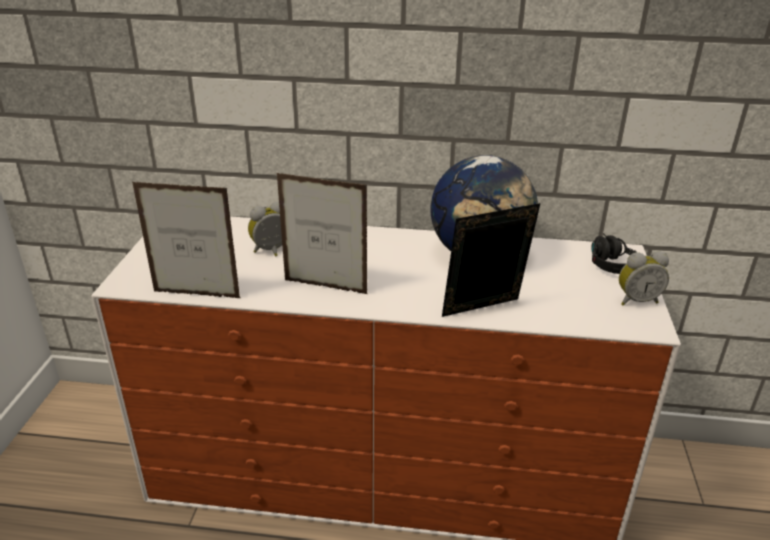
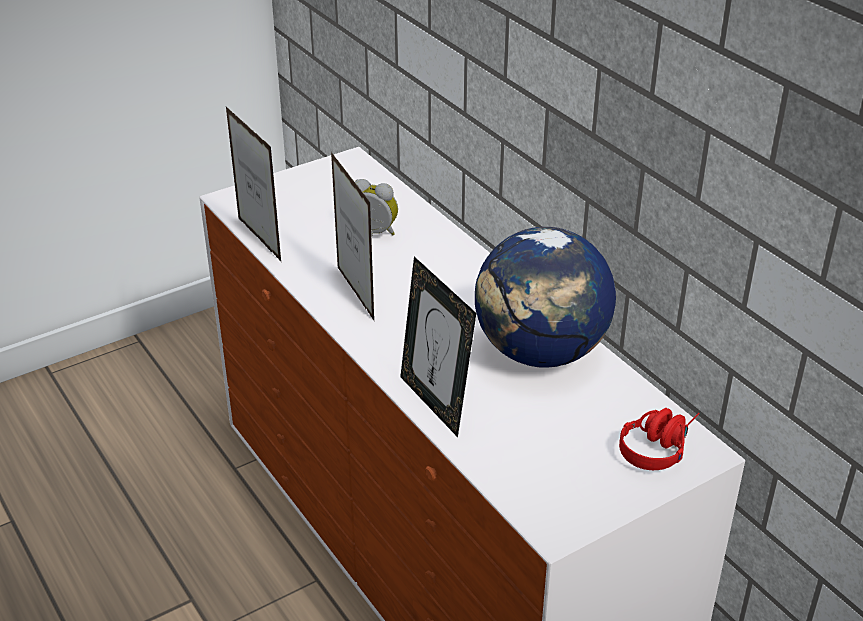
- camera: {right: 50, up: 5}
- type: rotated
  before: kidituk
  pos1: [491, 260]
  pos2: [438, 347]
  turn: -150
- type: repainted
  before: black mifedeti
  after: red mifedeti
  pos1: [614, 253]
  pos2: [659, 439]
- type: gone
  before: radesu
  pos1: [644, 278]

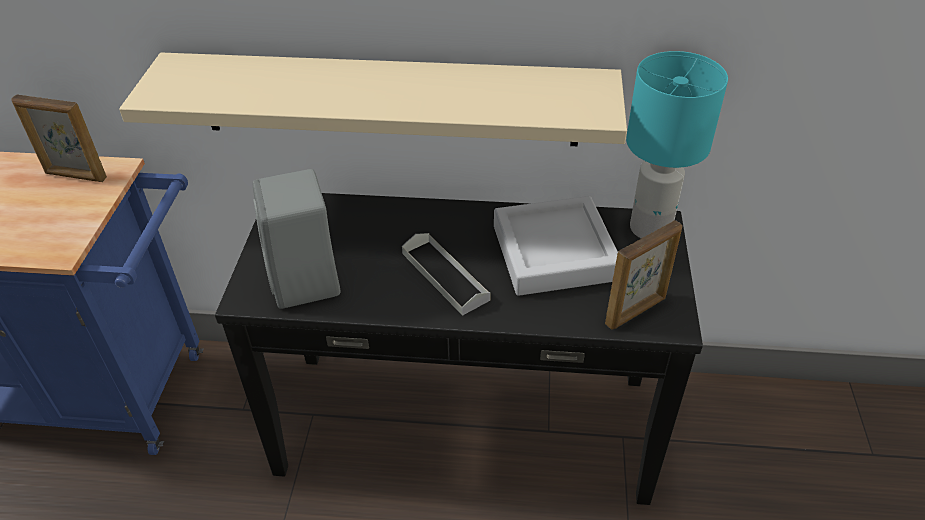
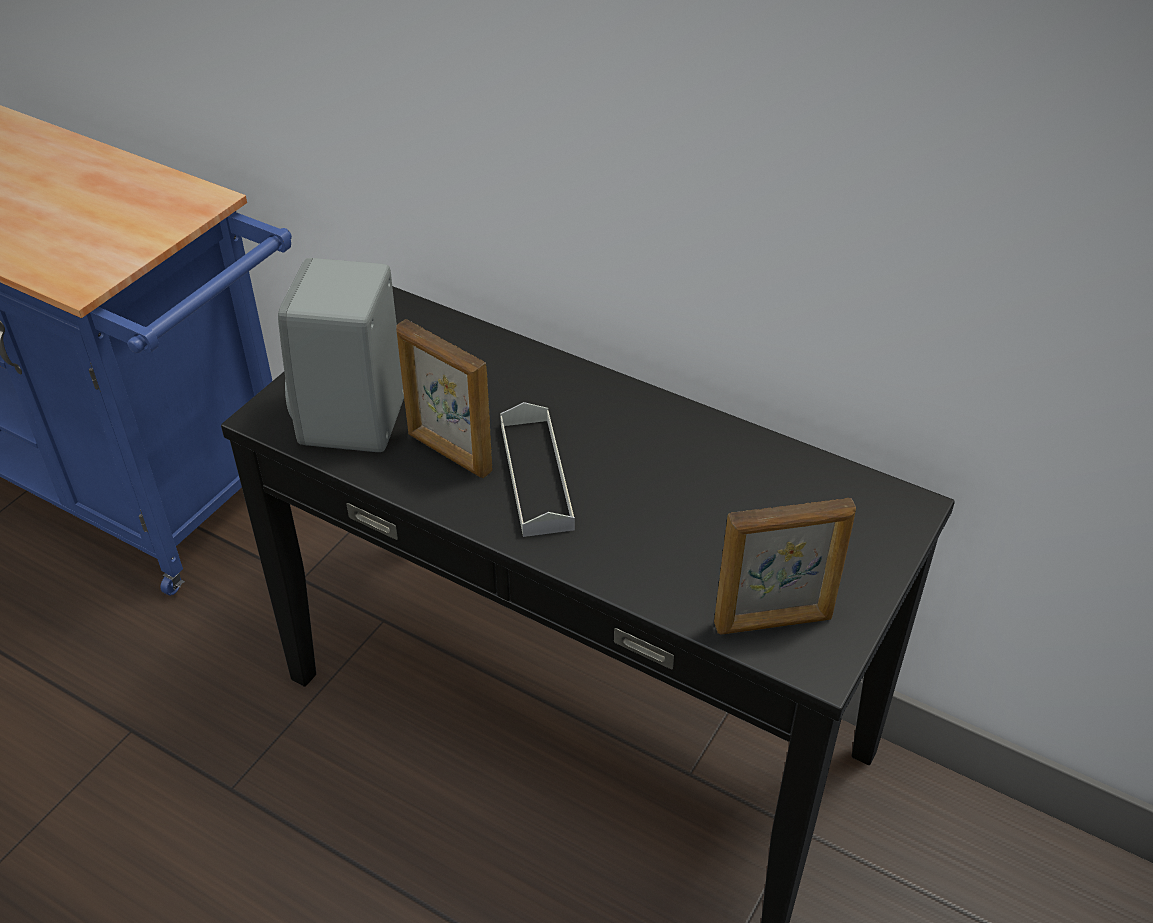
- camera: {right: 25, up: 0}
- type: shifted
  before: kidituk
  pos1: [59, 138]
  pos2: [444, 398]
- type: gone
  before: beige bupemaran
  pos1: [373, 99]
- type: gone
  before: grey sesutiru
  pos1: [556, 246]
- type: gone
  before: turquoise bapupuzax
  pos1: [677, 144]

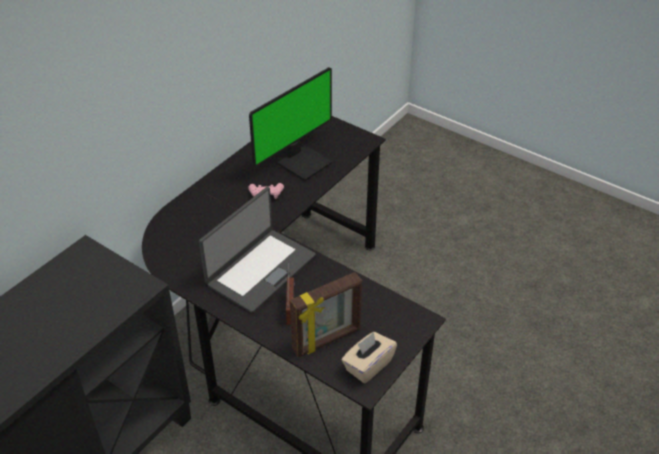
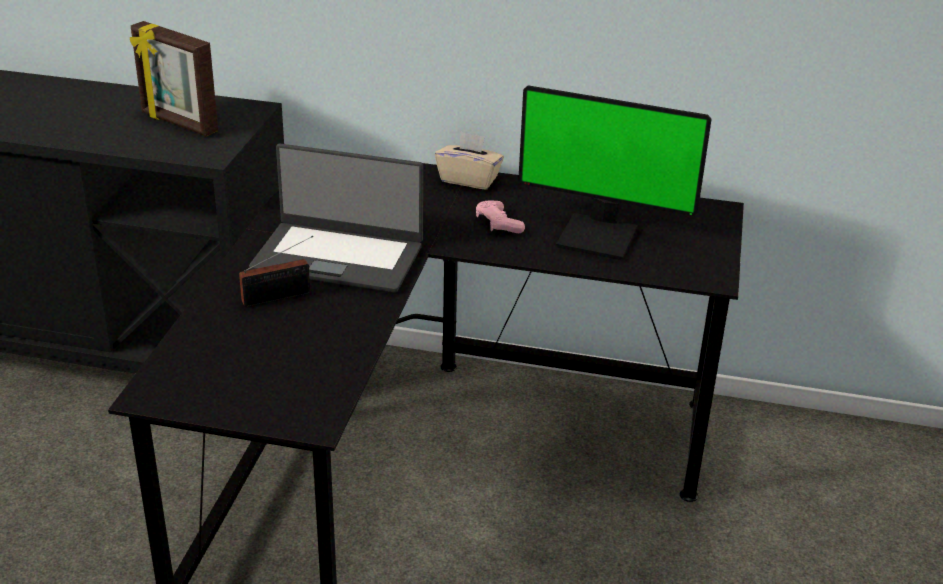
- camera: {right: 65, up: -10}
- type: shifted
  before: kidituk
  pos1: [326, 314]
  pos2: [174, 79]
- type: shifted
  before: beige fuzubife
  pos1: [369, 358]
  pos2: [469, 161]

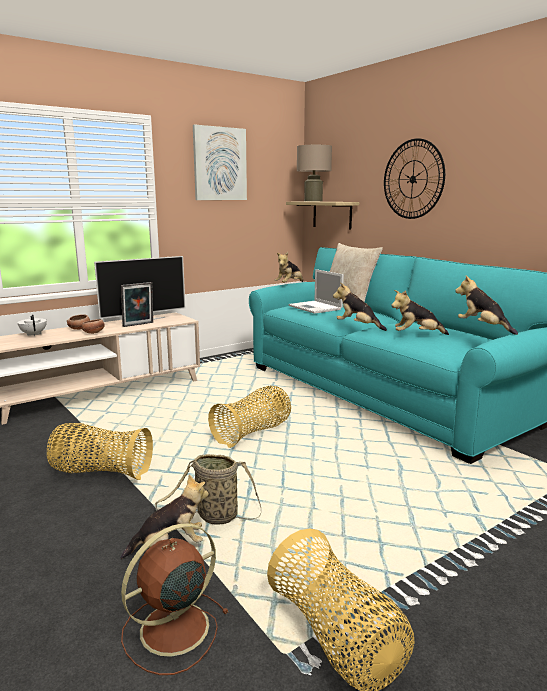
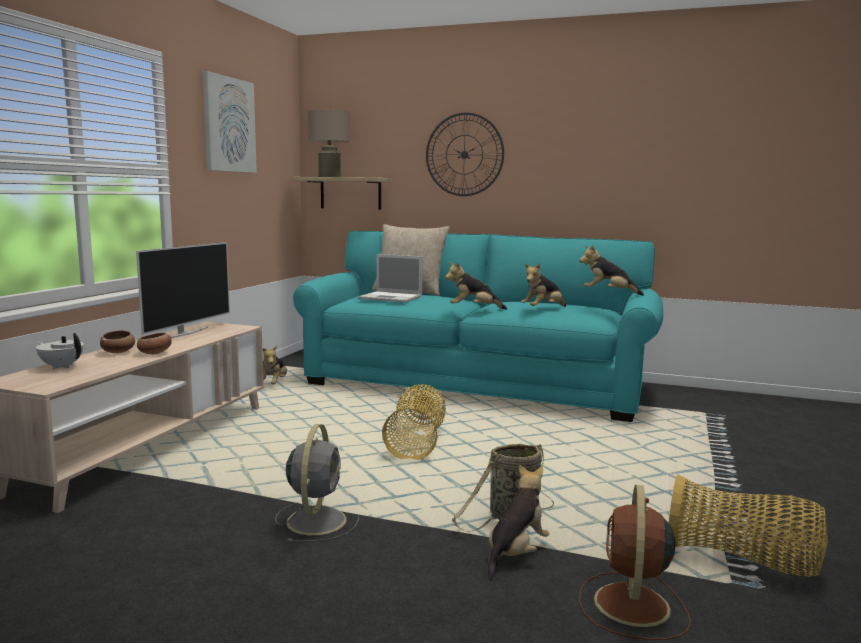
- camera: {right: -35, up: -5}
- type: swapped
  before: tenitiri
  after: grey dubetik
  pos1: [100, 451]
  pos2: [317, 483]
- type: gone
  before: kidituk
  pos1: [137, 304]
- type: shifted
  before: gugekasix
  pos1: [289, 267]
  pos2: [275, 364]

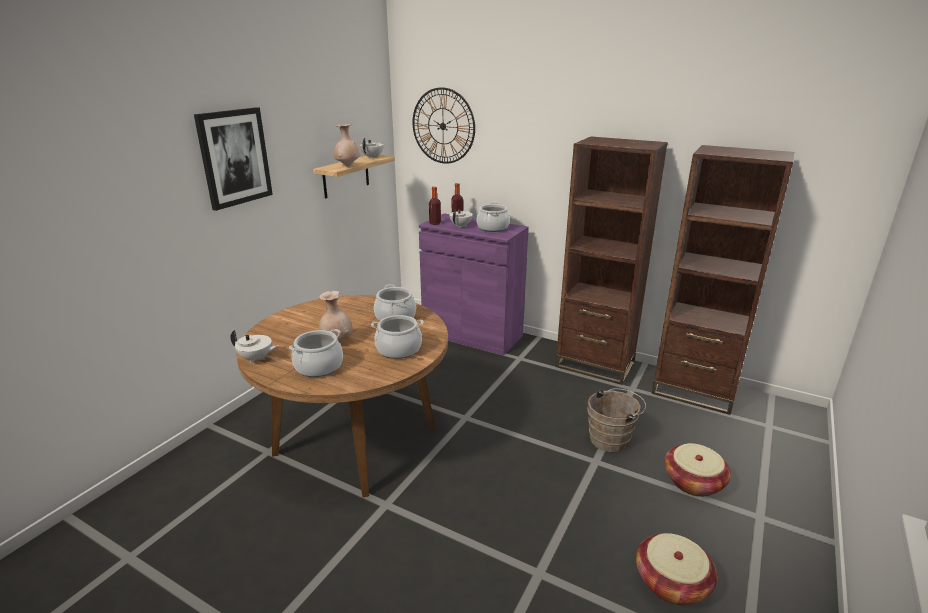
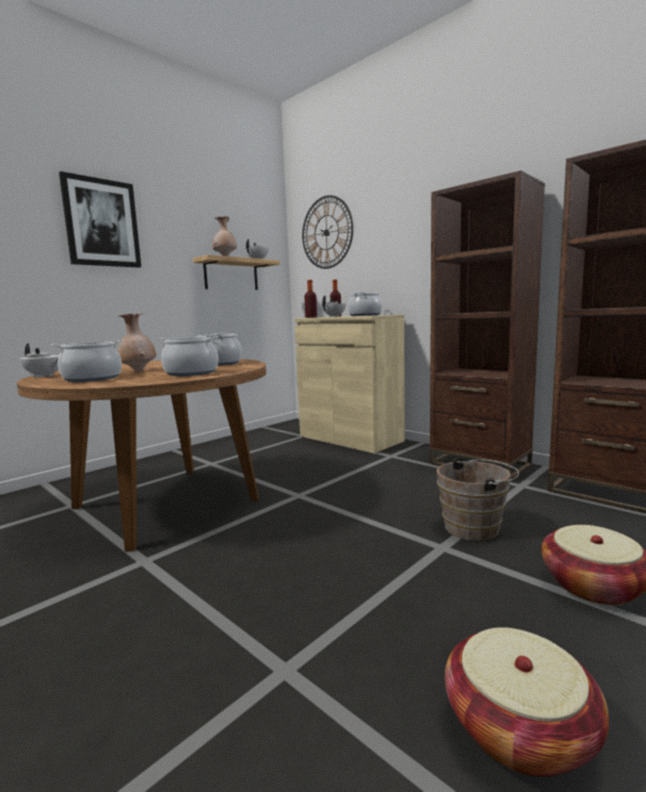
- camera: {right: 15, up: -15}
- type: repainted
  before: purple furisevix
  after: beige furisevix
  pos1: [474, 284]
  pos2: [350, 384]

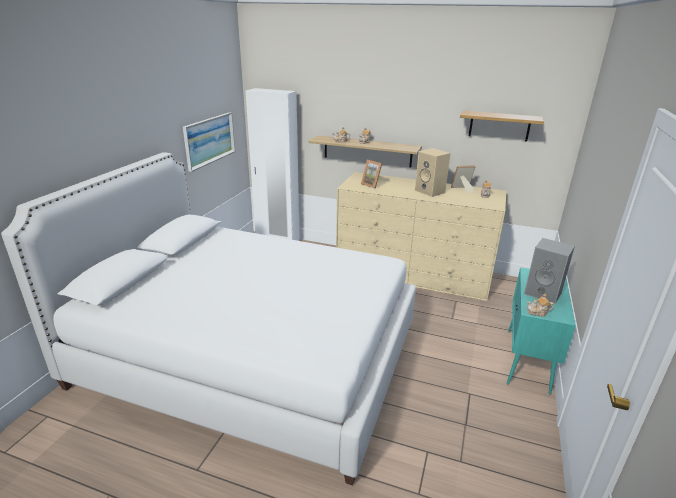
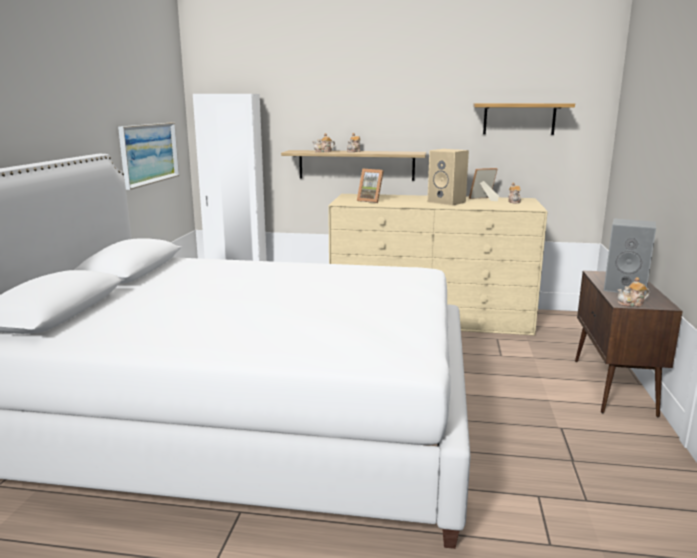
- camera: {right: -10, up: -10}
- type: repainted
  before: turquoise furisevix
  after: brown furisevix
  pos1: [541, 331]
  pos2: [629, 344]

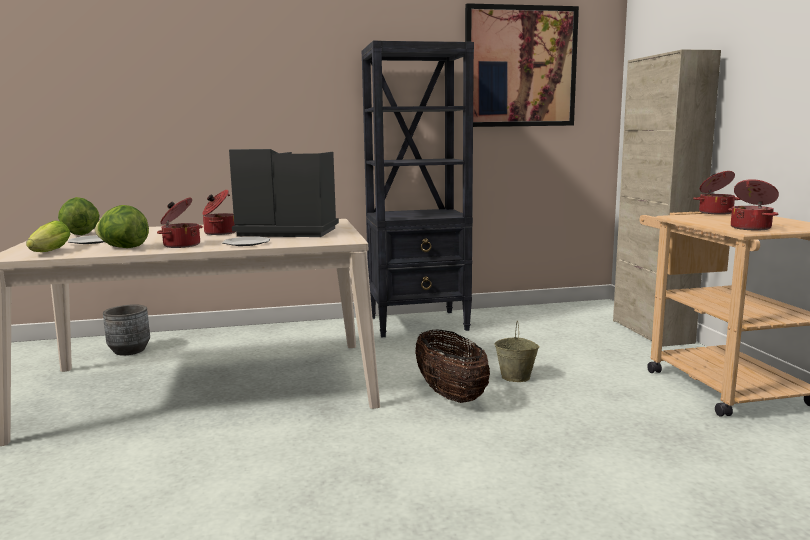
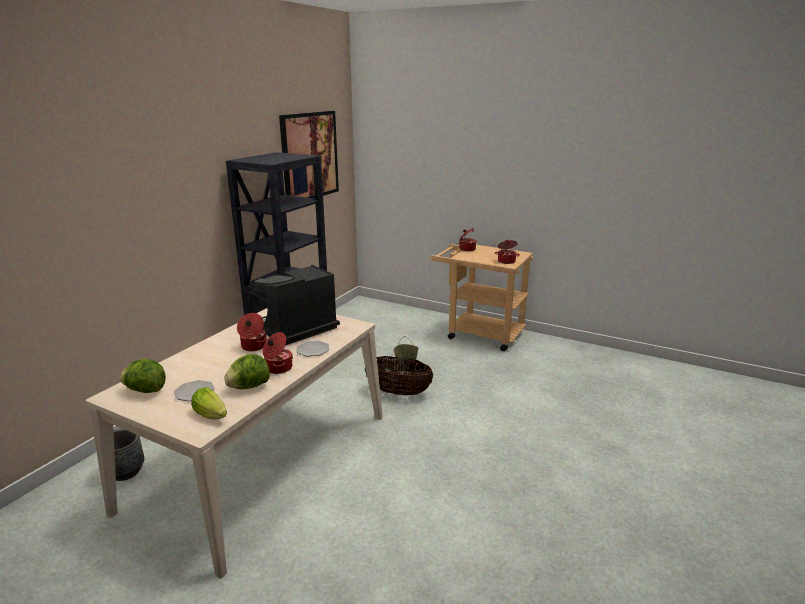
- camera: {right: -50, up: 10}
- type: gone
  before: beige furisevix
  pos1: [667, 198]

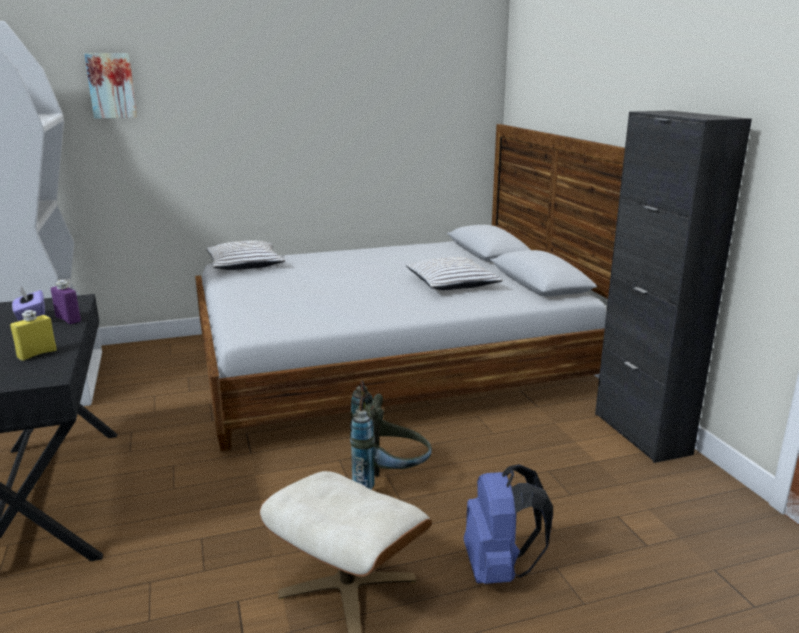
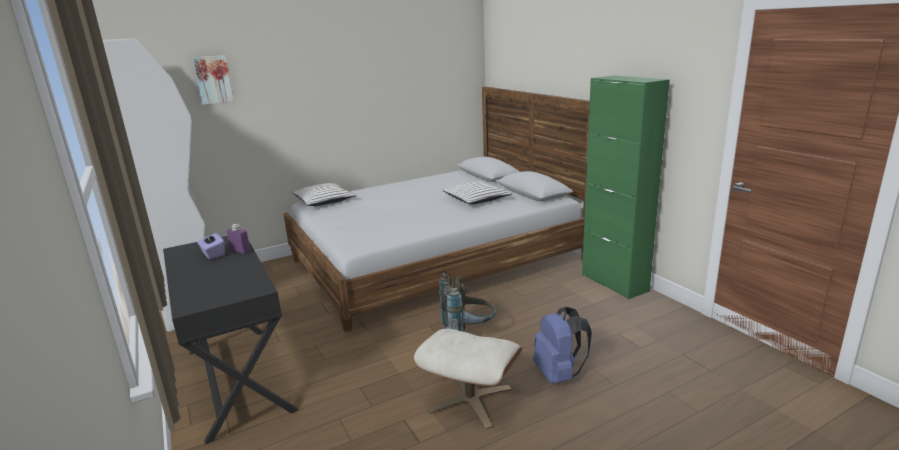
- camera: {right: -10, up: 0}
- type: gone
  before: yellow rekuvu
  pos1: [33, 335]
- type: repainted
  before: black furisevix
  after: green furisevix
  pos1: [673, 287]
  pos2: [626, 187]

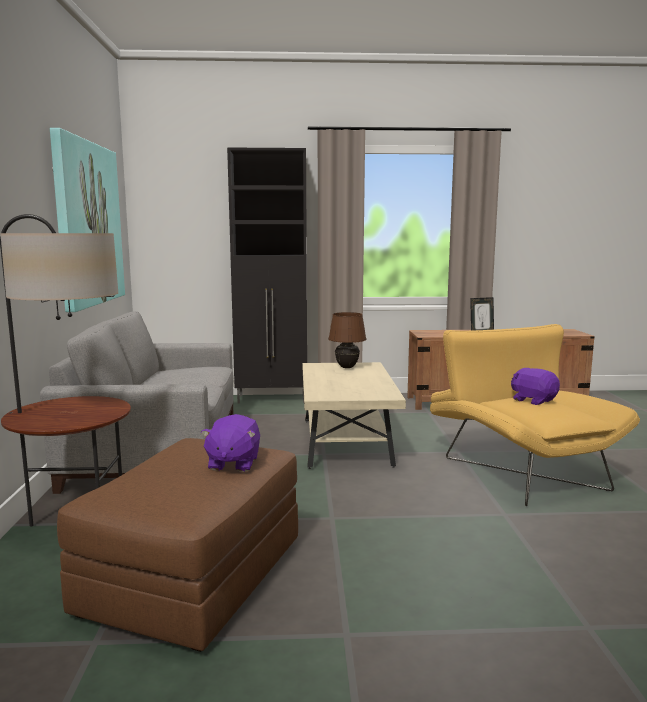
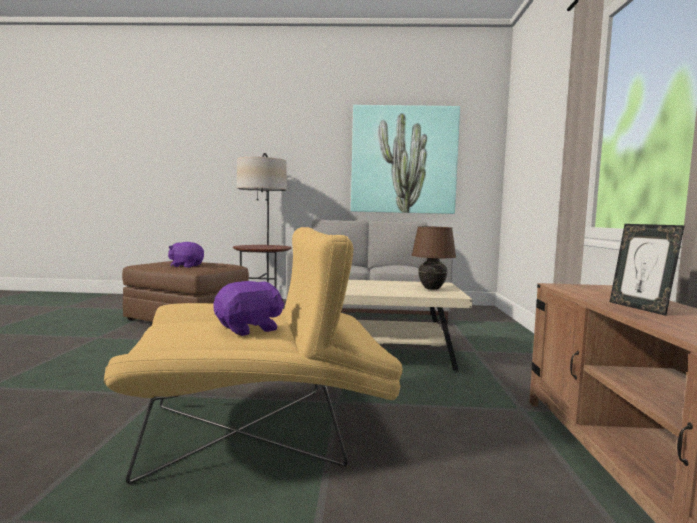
- camera: {right: 95, up: -5}
- type: gone
  before: black furisevix
  pos1: [267, 276]

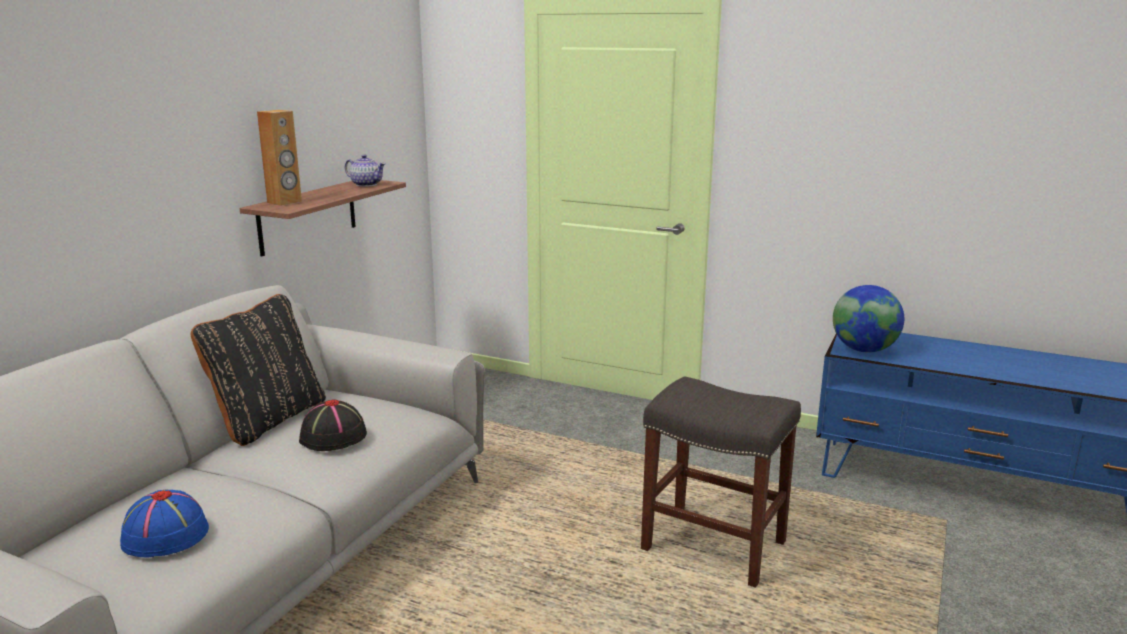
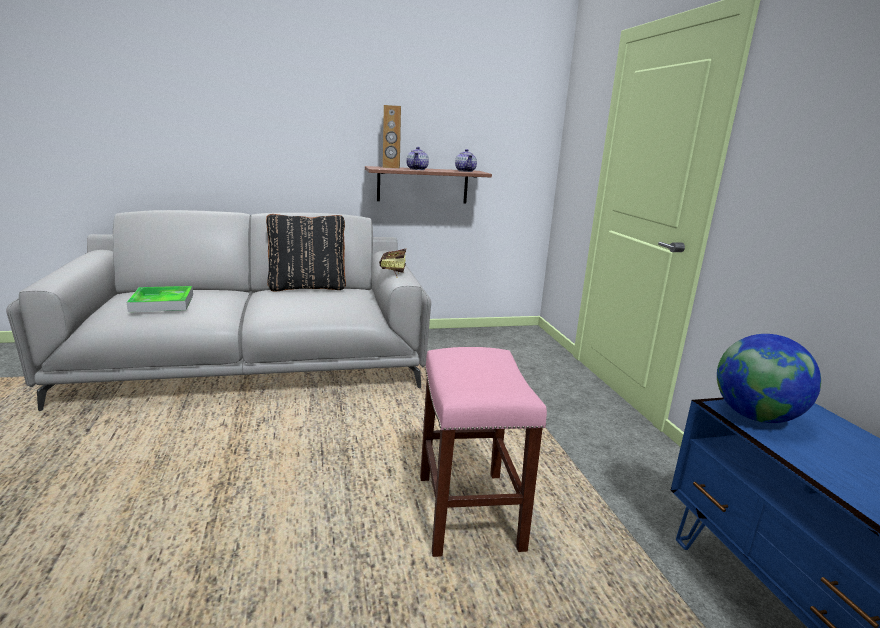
- camera: {right: 50, up: 0}
- type: swapped
  before: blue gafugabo
  after: sesutiru
  pos1: [164, 523]
  pos2: [160, 299]
- type: gone
  before: black gafugabo
  pos1: [333, 425]
- type: repainted
  before: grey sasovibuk
  after: pink sasovibuk
  pos1: [721, 482]
  pos2: [483, 452]
- type: new
  after: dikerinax
  pos2: [393, 262]
- type: new
  after: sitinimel
  pos2: [417, 158]

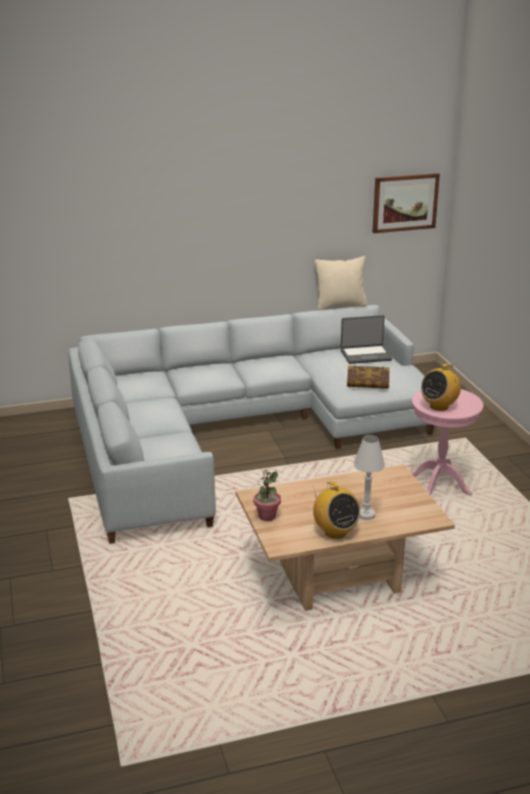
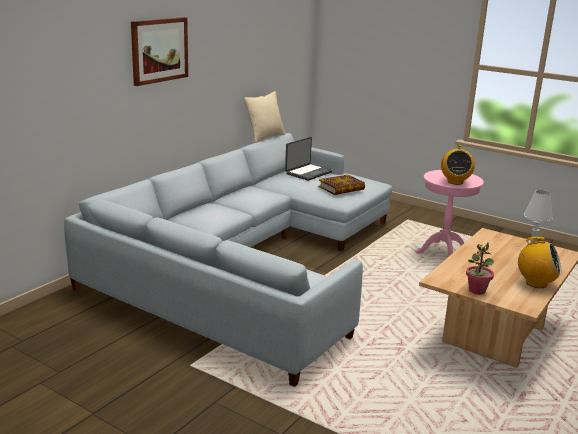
- camera: {right: -40, up: -5}
- type: shifted
  before: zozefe
  pos1: [406, 203]
  pos2: [159, 51]

